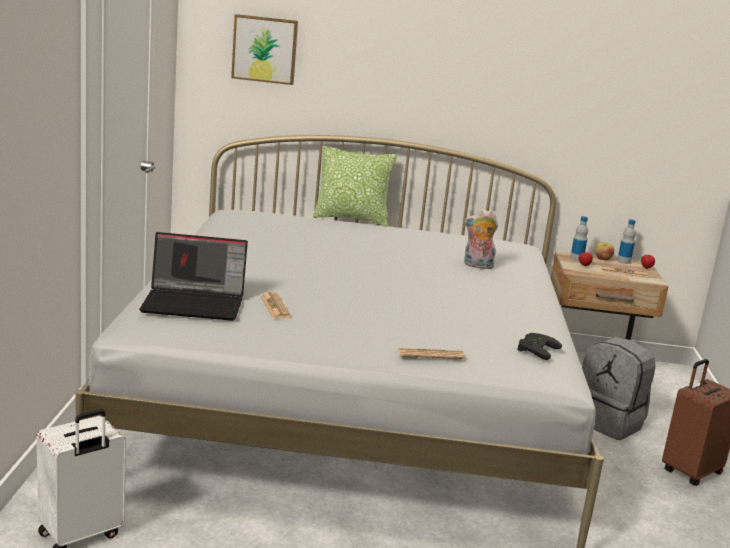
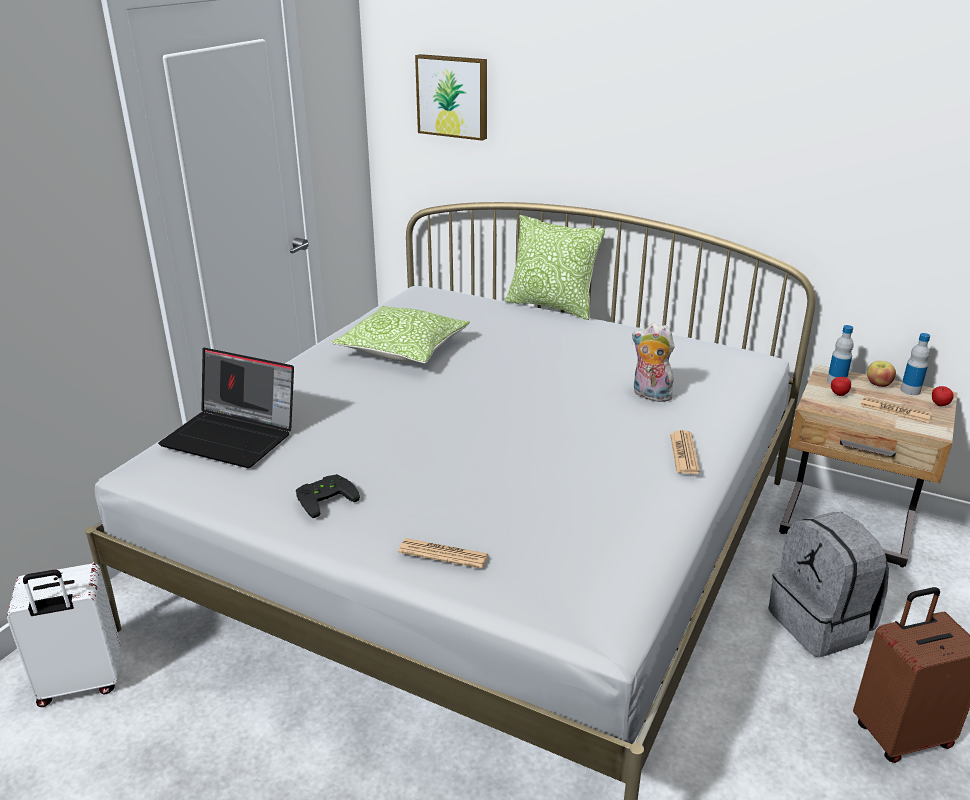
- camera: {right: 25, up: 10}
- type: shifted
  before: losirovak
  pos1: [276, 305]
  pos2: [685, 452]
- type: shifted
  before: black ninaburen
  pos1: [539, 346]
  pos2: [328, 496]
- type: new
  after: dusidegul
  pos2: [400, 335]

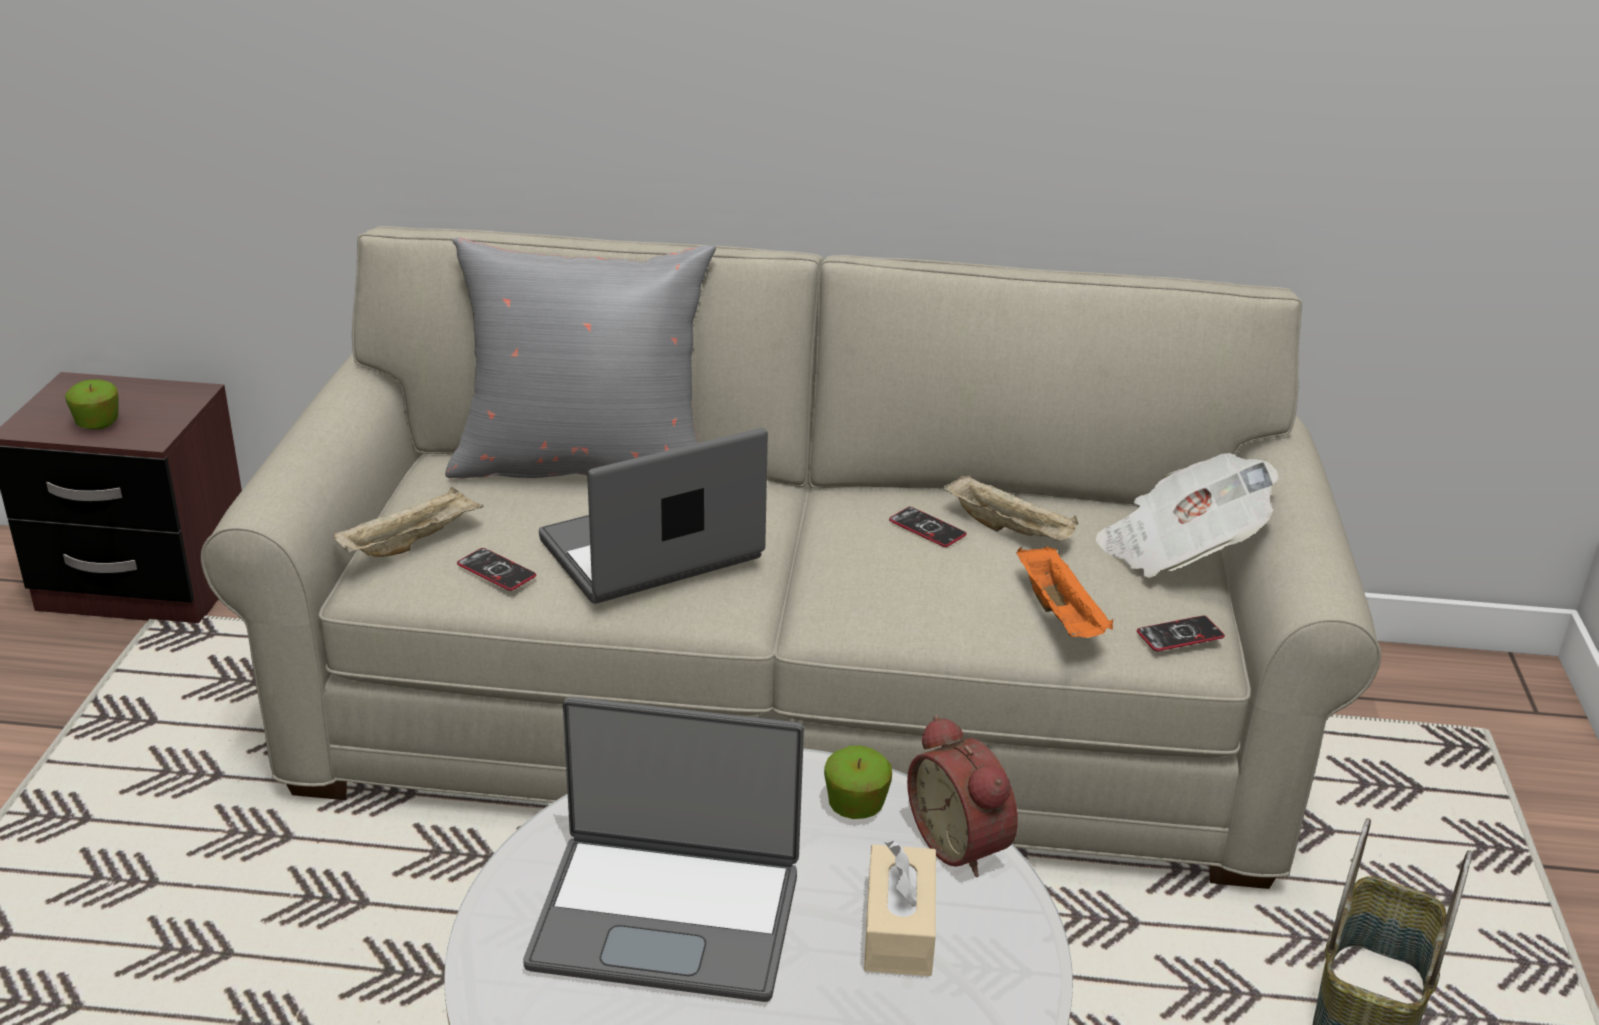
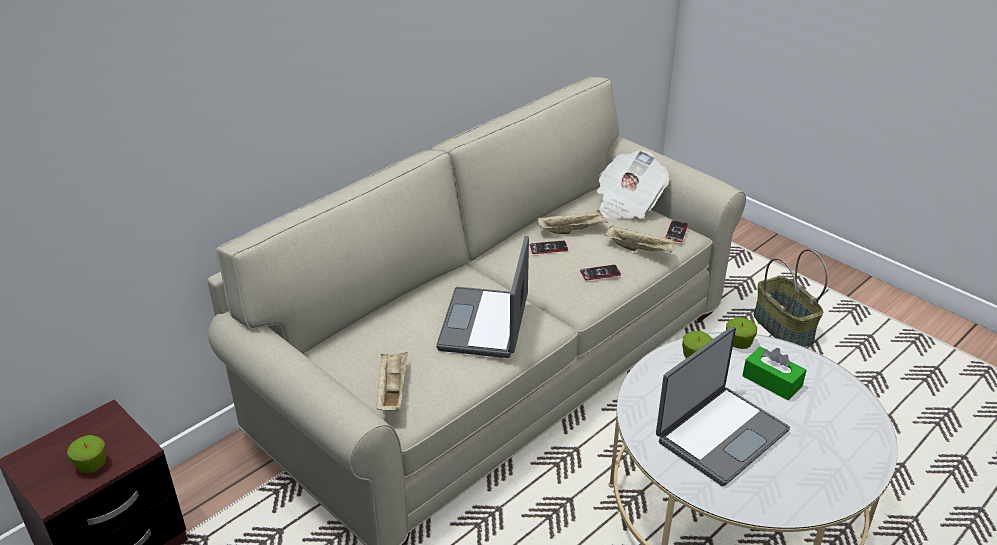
- camera: {right: -50, up: 5}
- type: gone
  before: grey dusidegul
  pos1: [580, 358]
- type: shifted
  before: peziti
  pos1: [496, 569]
  pos2: [600, 272]
- type: repainted
  before: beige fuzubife
  after: green fuzubife
  pos1: [900, 908]
  pos2: [774, 373]
- type: swapped
  before: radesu
  after: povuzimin
  pos1: [962, 796]
  pos2: [741, 333]
- type: repainted
  before: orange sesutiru
  after: beige sesutiru
  pos1: [1064, 592]
  pos2: [639, 239]

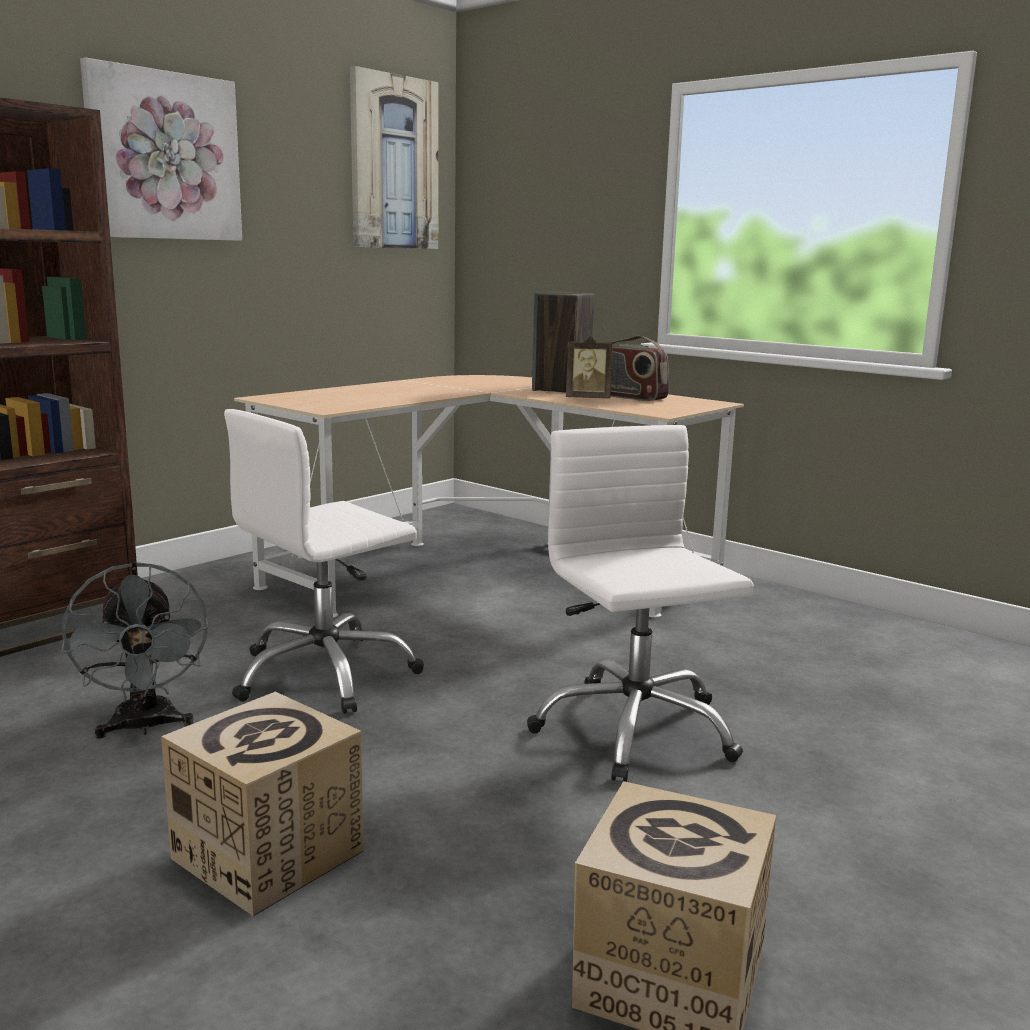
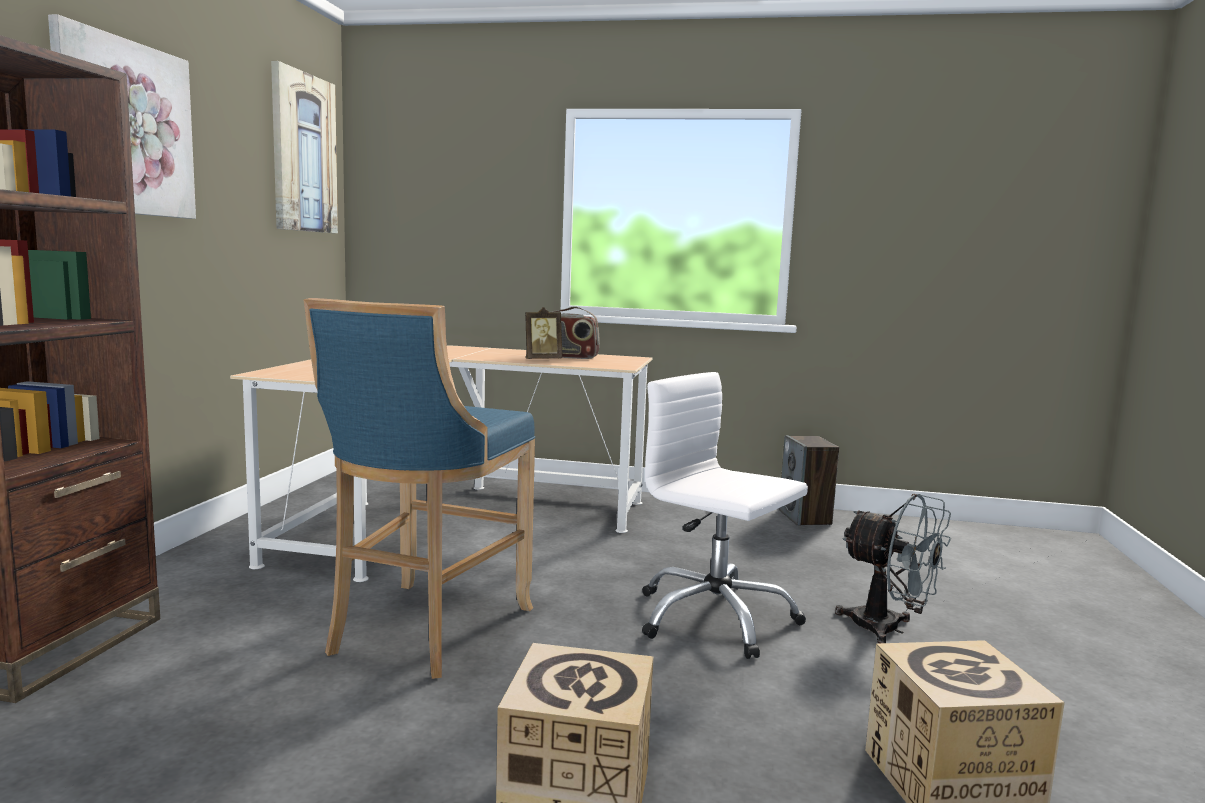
- camera: {right: -30, up: -5}
- type: shifted
  before: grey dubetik
  pos1: [135, 650]
  pos2: [893, 568]
- type: swapped
  before: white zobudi
  after: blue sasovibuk
  pos1: [324, 561]
  pos2: [419, 488]
- type: shifted
  before: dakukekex
  pos1: [563, 341]
  pos2: [809, 480]

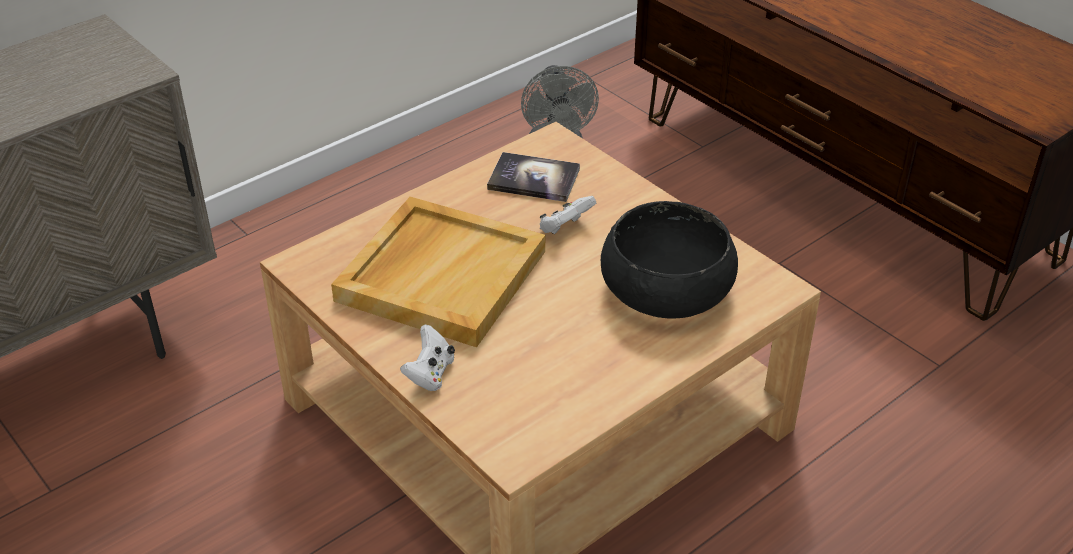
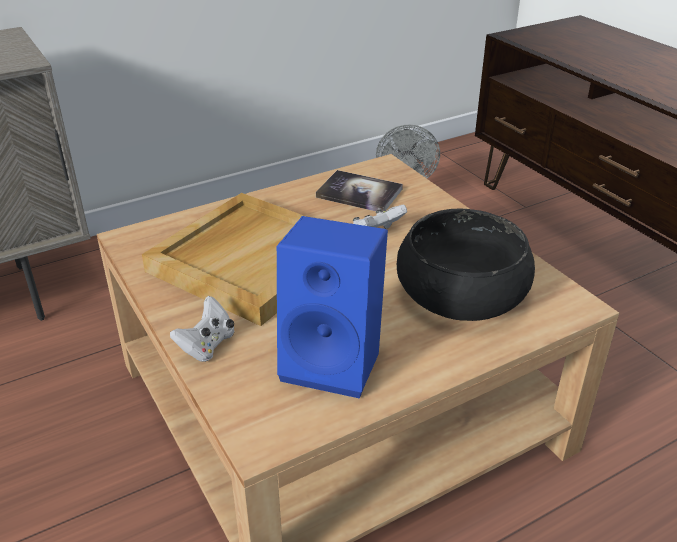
- camera: {right: 10, up: -5}
- type: new
  after: blue dakukekex
  pos2: [332, 307]

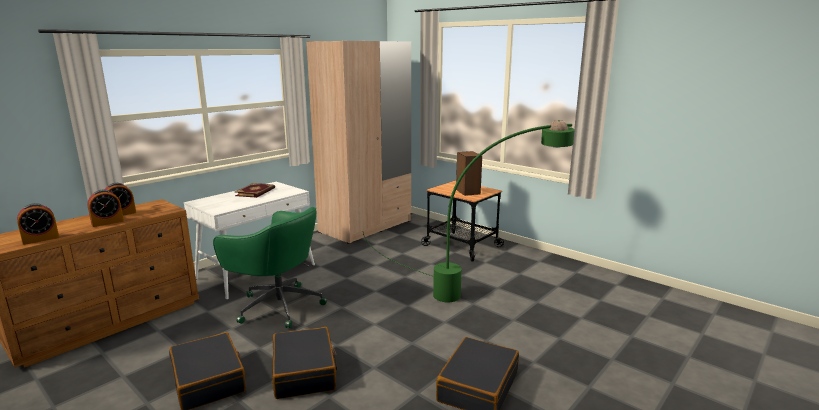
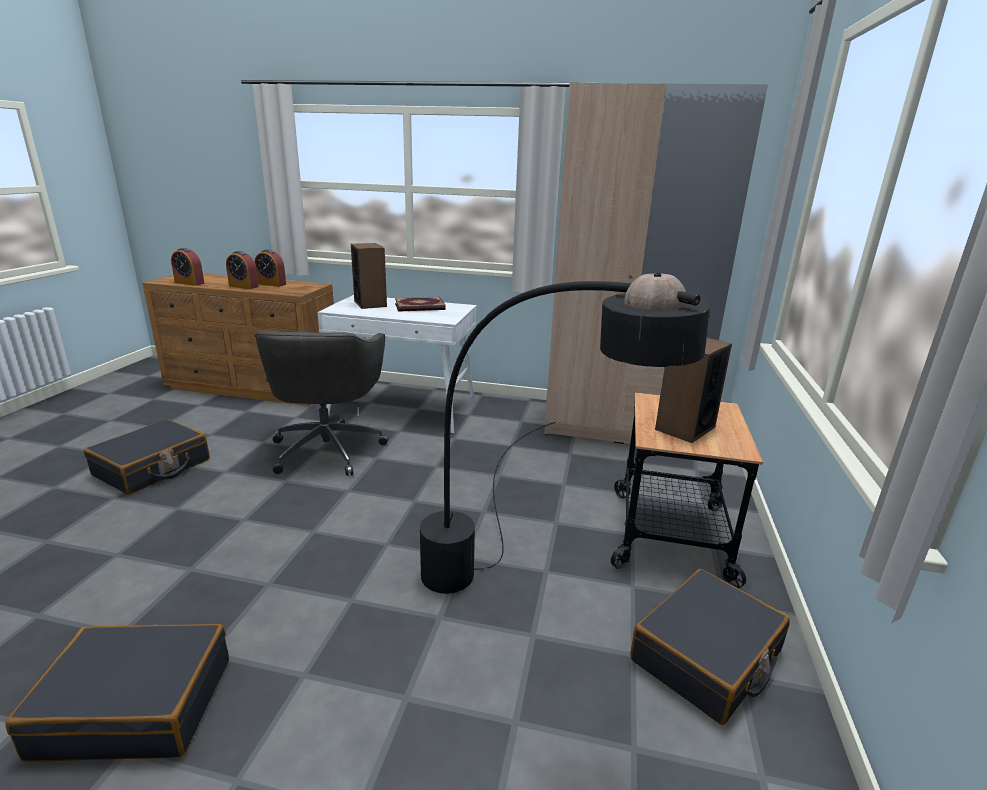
- camera: {right: 60, up: 5}
- type: repainted
  before: green zobudi
  after: grey zobudi
  pos1: [270, 267]
  pos2: [321, 403]
- type: shifted
  before: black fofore
  pos1: [304, 363]
  pos2: [710, 647]
- type: repainted
  before: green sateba
  after: black sateba
  pos1: [468, 211]
  pos2: [565, 433]
- type: new
  after: dakukekex
  pos2: [369, 276]

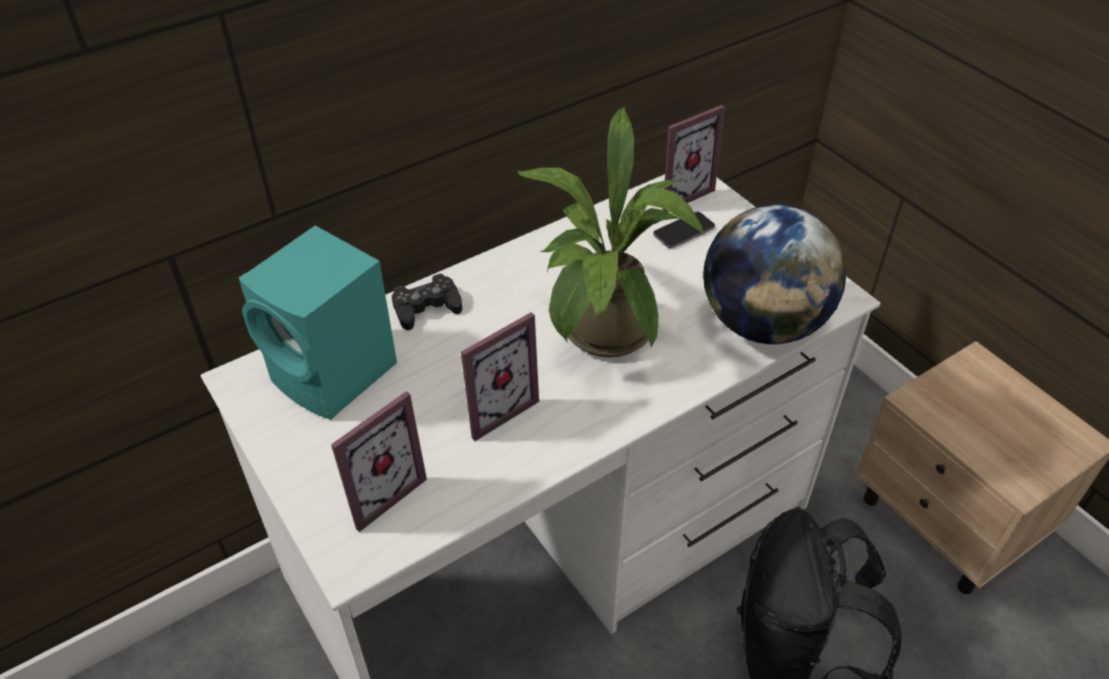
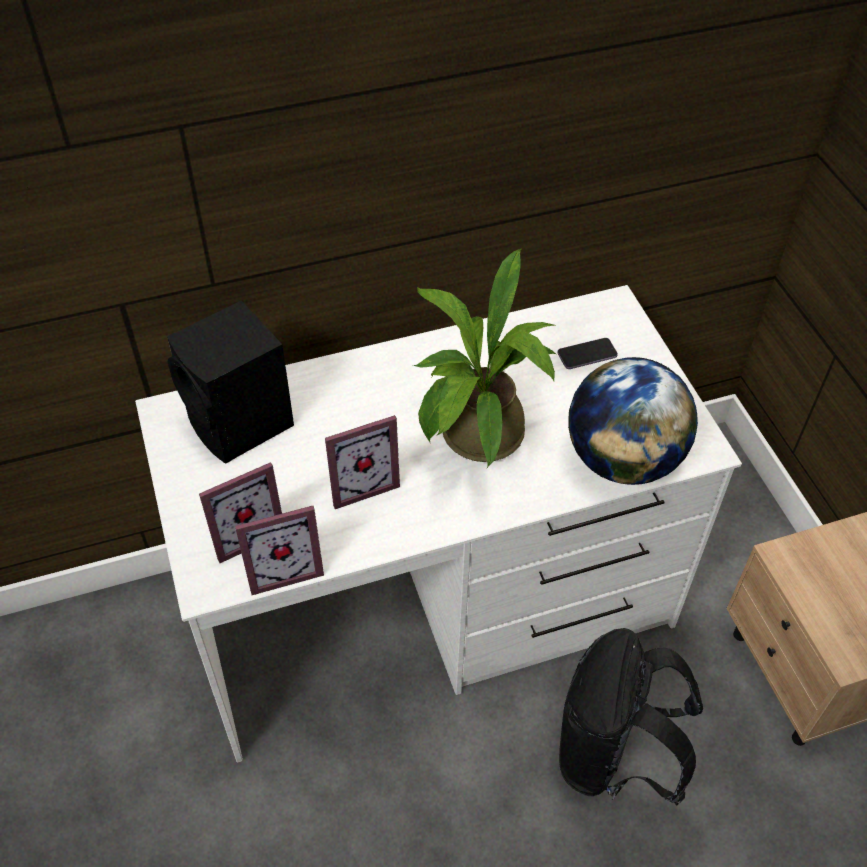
- camera: {right: 15, up: 5}
- type: repainted
  before: turquoise dakukekex
  after: black dakukekex
  pos1: [318, 323]
  pos2: [230, 382]
- type: gone
  before: black ninaburen
  pos1: [427, 302]
- type: shifted
  before: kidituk
  pos1: [694, 158]
  pos2: [279, 550]

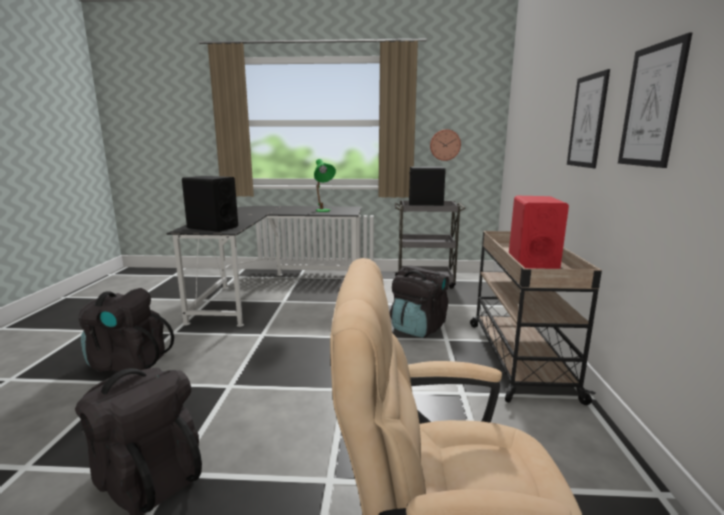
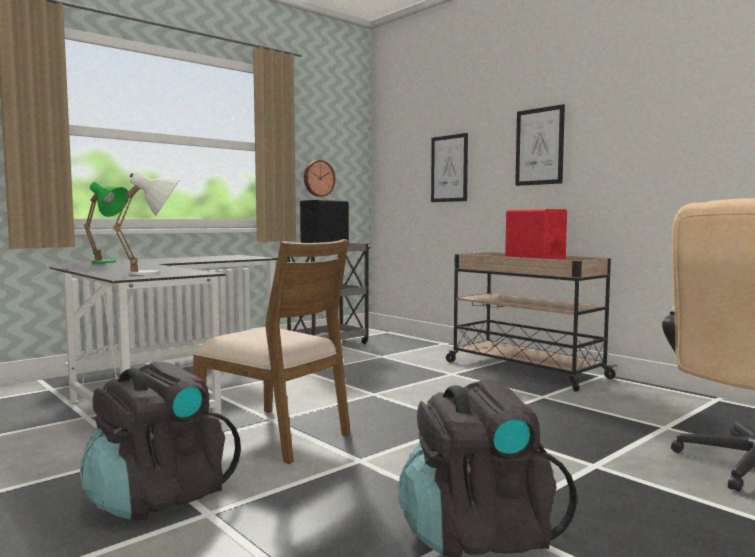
- camera: {right: -45, up: -10}
- type: swapped
  before: black dakukekex
  after: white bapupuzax
  pos1: [210, 204]
  pos2: [146, 223]
- type: shifted
  before: green bapupuzax
  pos1: [325, 185]
  pos2: [106, 222]
- type: gone
  before: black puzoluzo
  pos1: [419, 301]
- type: shifted
  before: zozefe
  pos1: [655, 100]
  pos2: [449, 167]
- type: new
  after: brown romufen
  pos2: [272, 351]

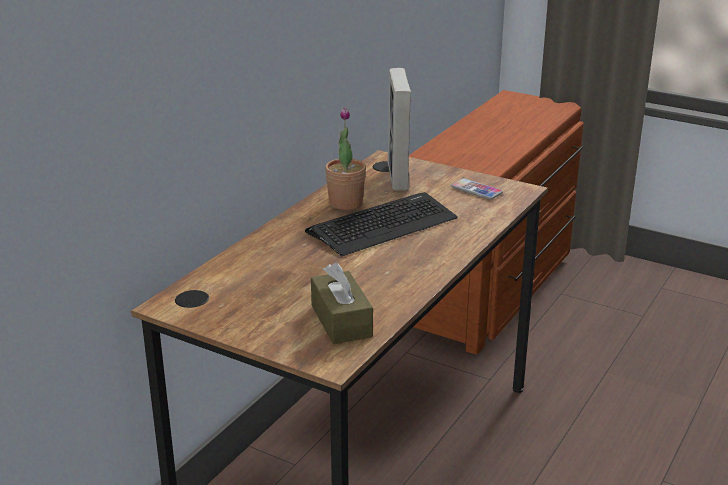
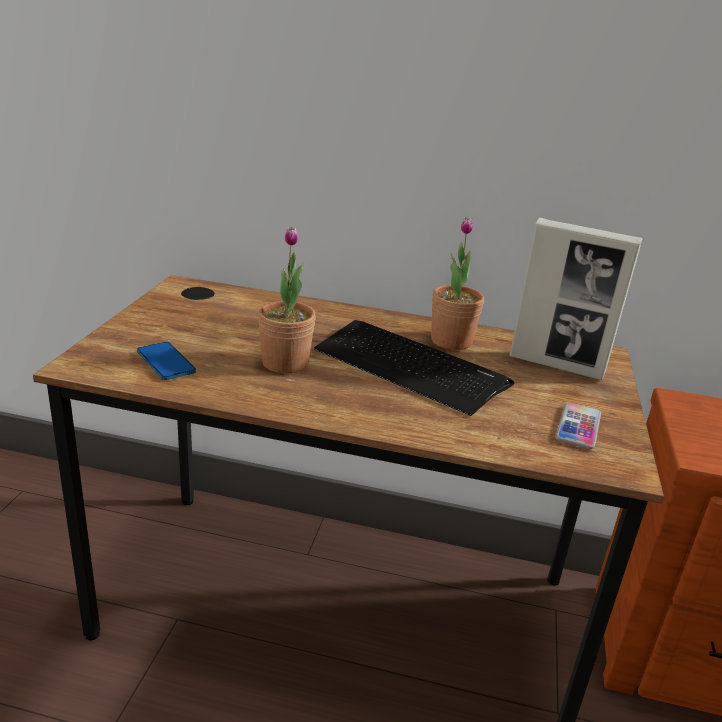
- camera: {right: 70, up: 0}
- type: swapped
  before: brown fuzubife
  after: peziti
  pos1: [342, 303]
  pos2: [166, 361]
- type: rotated
  before: kidituk
  pos1: [399, 129]
  pos2: [576, 299]
  turn: -135
- type: new
  after: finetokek
  pos2: [287, 300]

